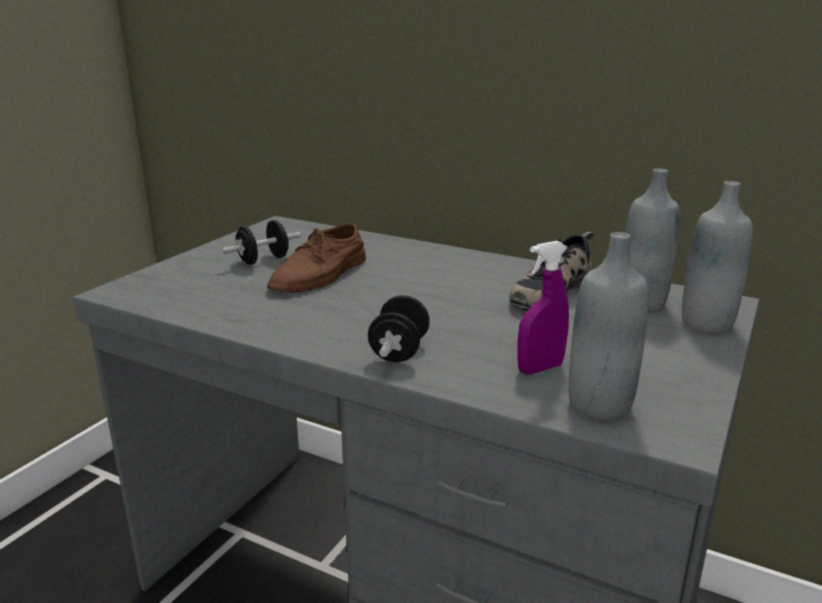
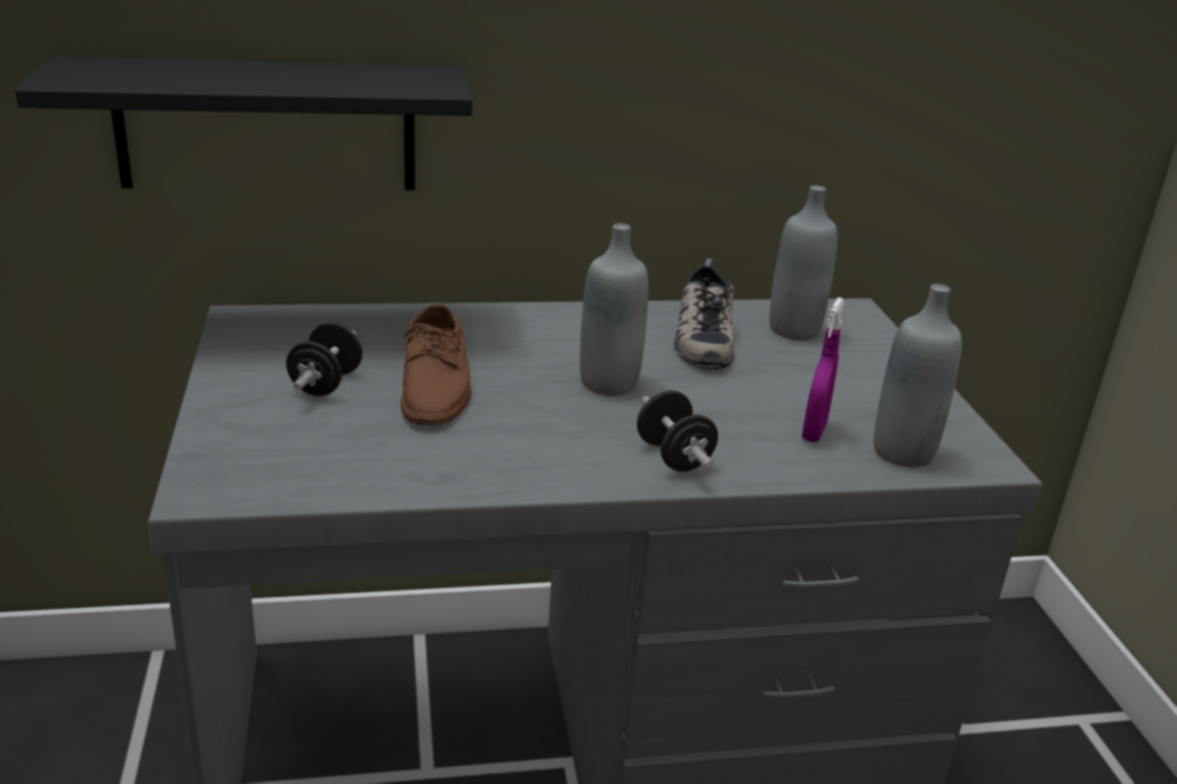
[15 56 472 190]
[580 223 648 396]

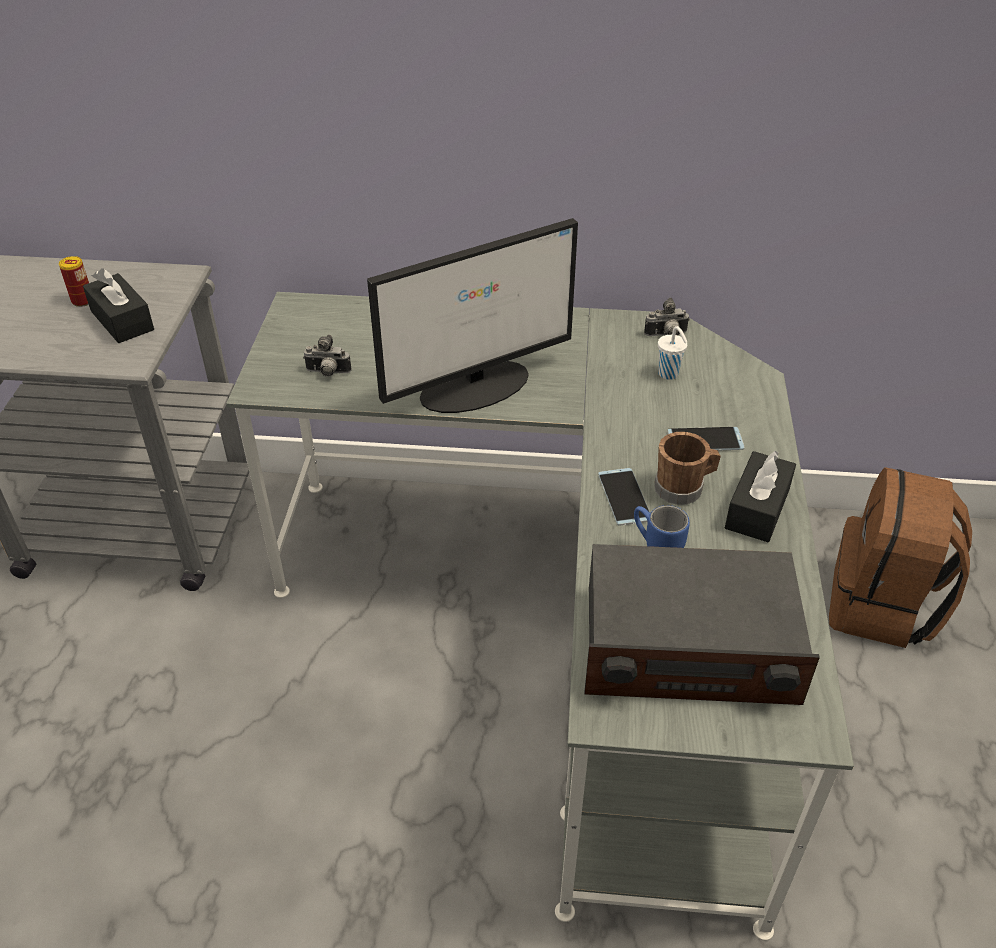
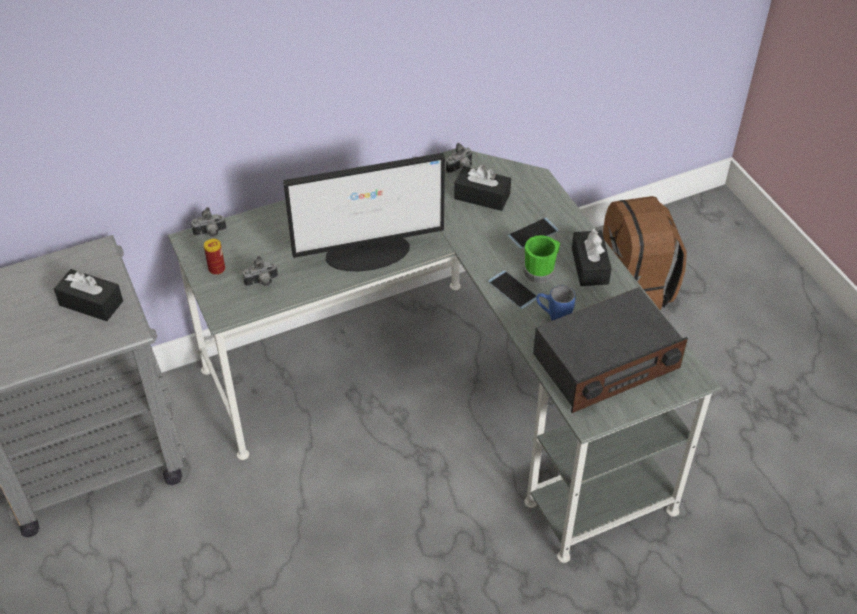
[191 207 226 237]
[204 239 225 275]
[283 153 445 271]
[454 165 511 211]
[524 235 560 283]

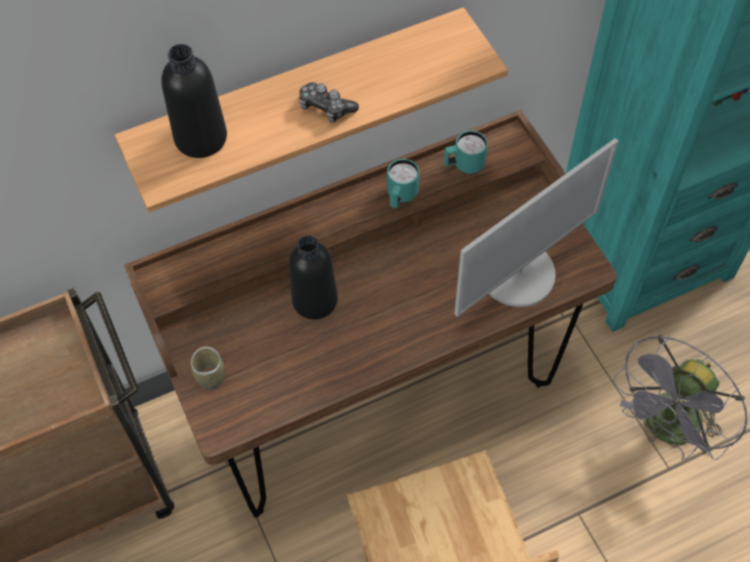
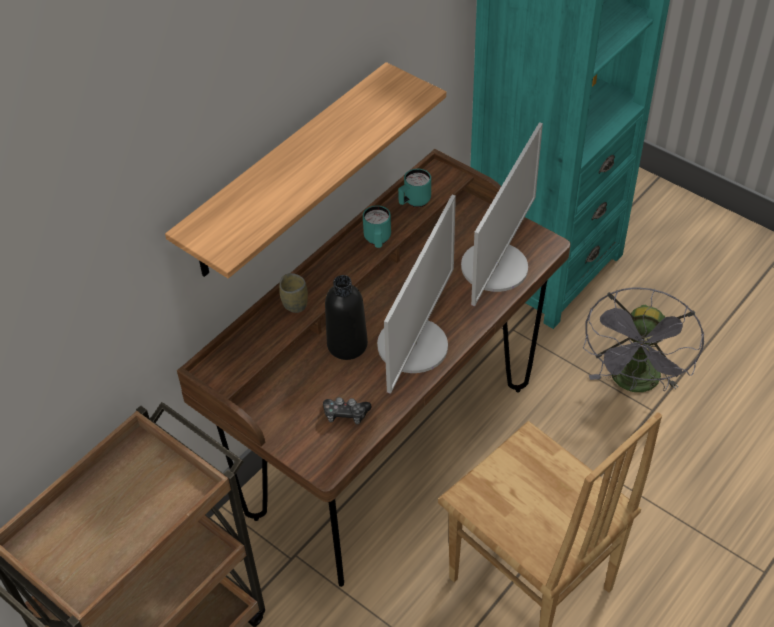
[279 273 308 313]
[323 397 372 425]
[377 195 456 394]
[161 44 227 158] (first image)

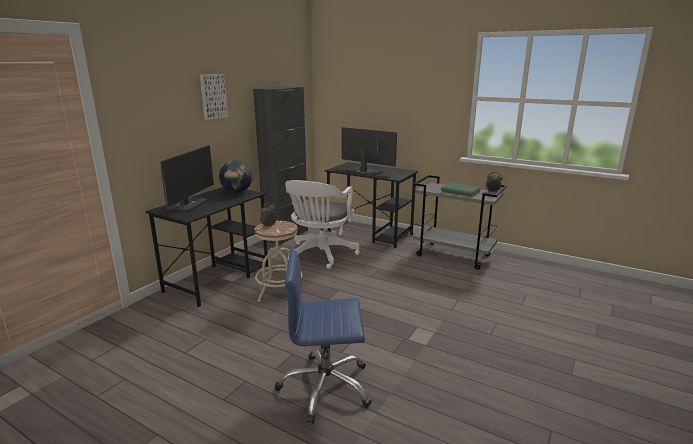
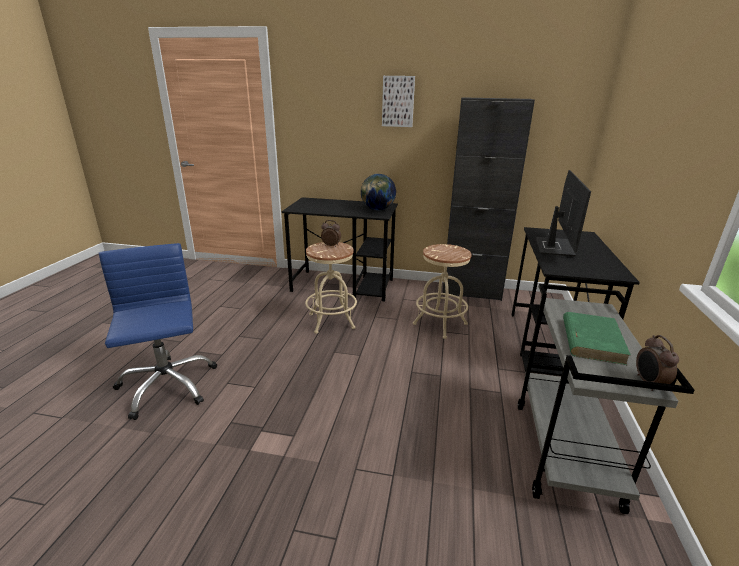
[413 244 472 339]
[160 145 214 212] (first image)

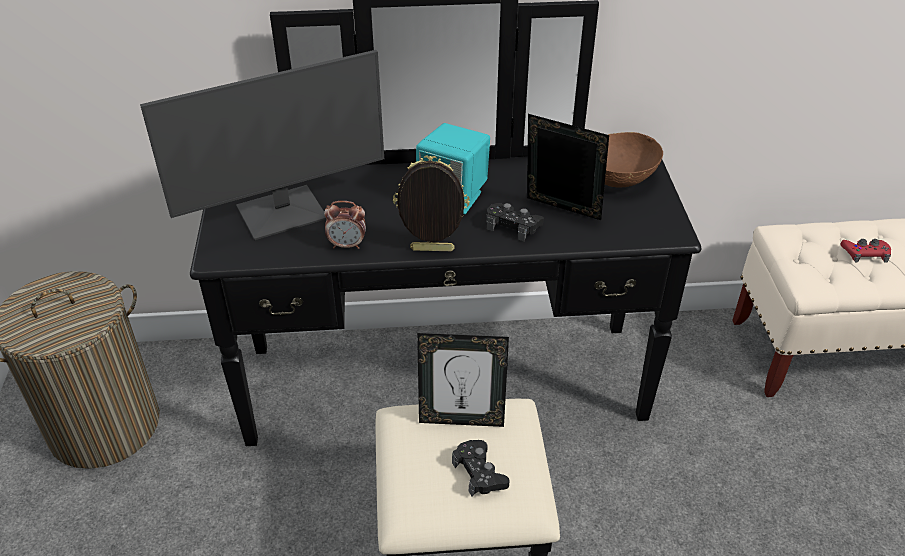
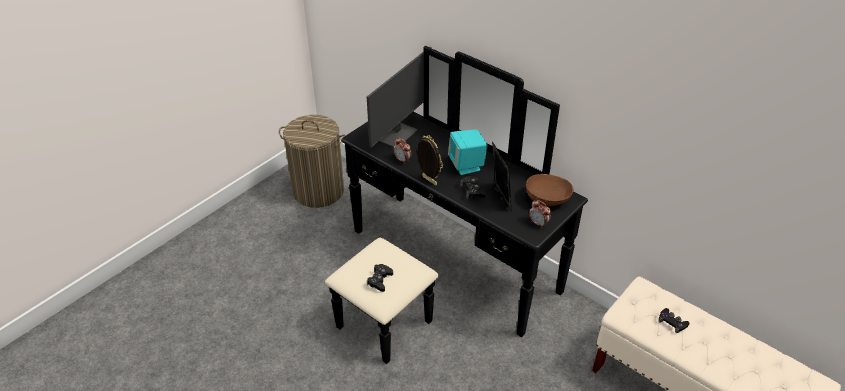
[367 47 432 148]
[529 200 551 228]
[659 308 690 333]
[417 333 509 427] (first image)

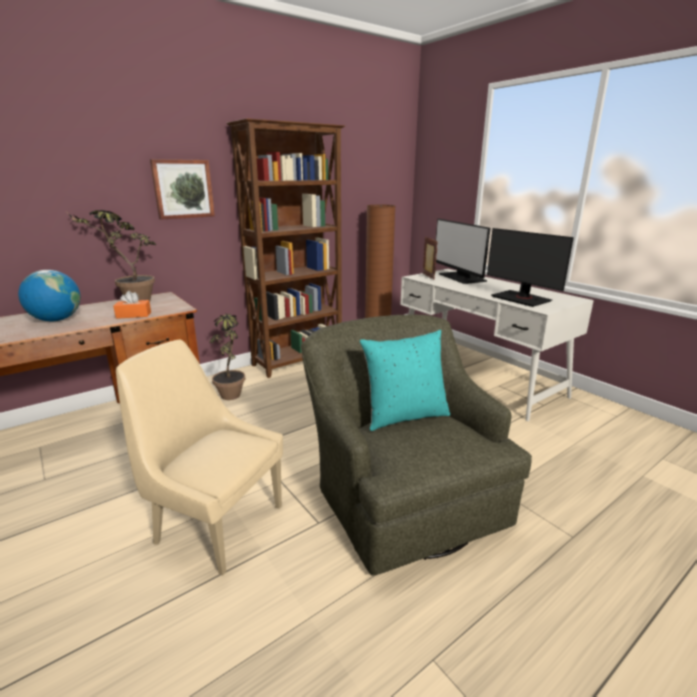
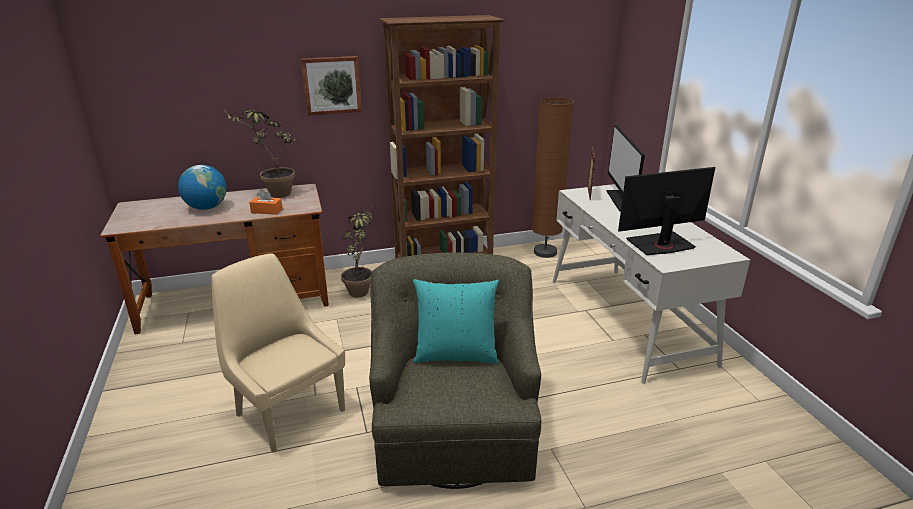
[618 167 716 255]

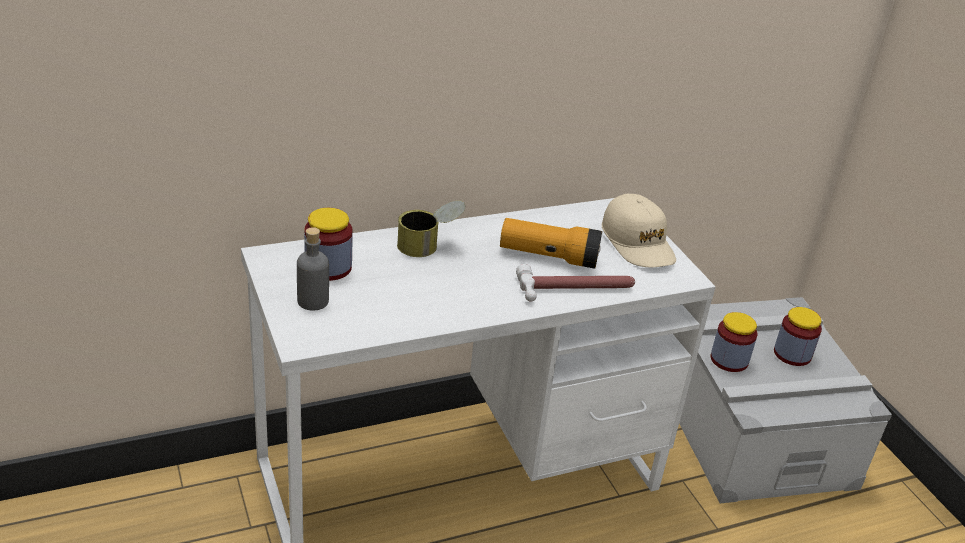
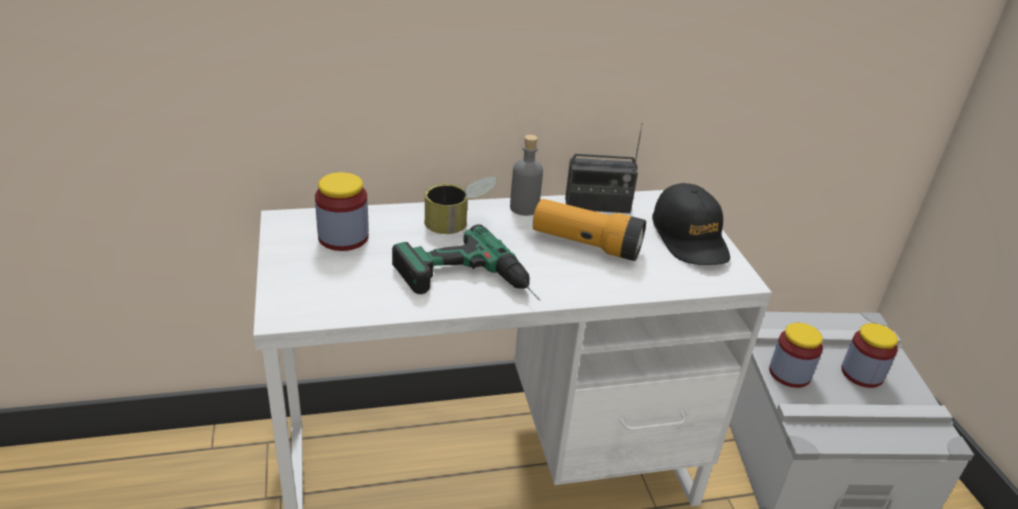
[392 224 540 300]
[510 135 543 216]
[565 123 643 213]
[652 183 730 265]
[516 264 635 301] (first image)

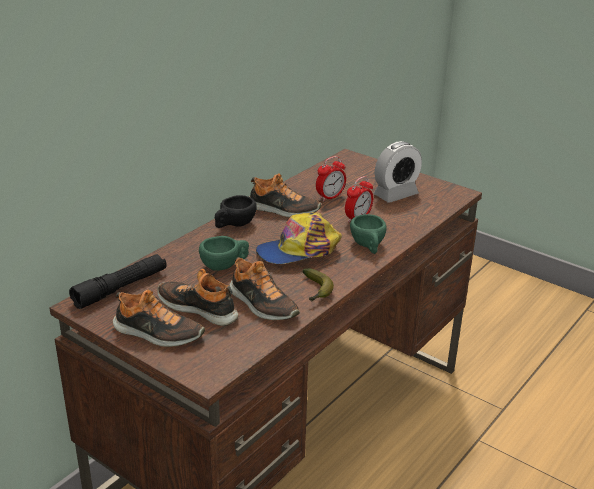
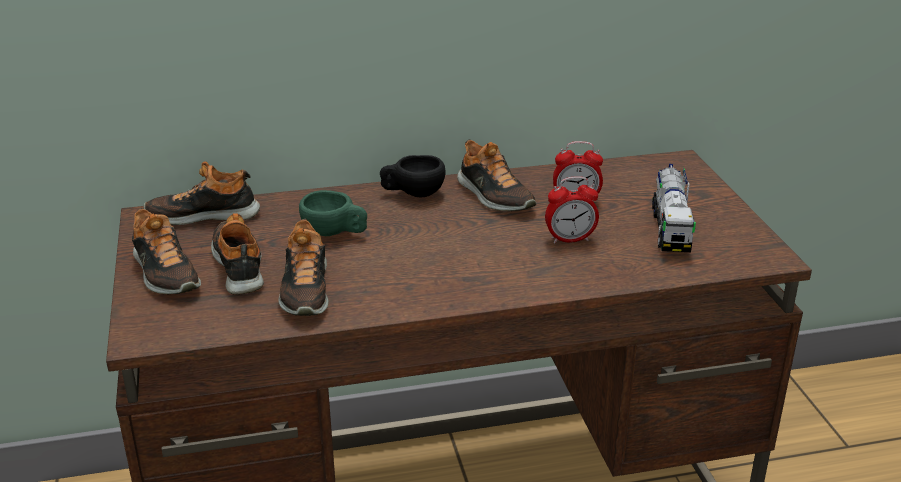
[143 161 260 225]
[652 164 696 252]
[256 212 342 264] (first image)
[303 268 334 302] (first image)
[350 214 387 254] (first image)

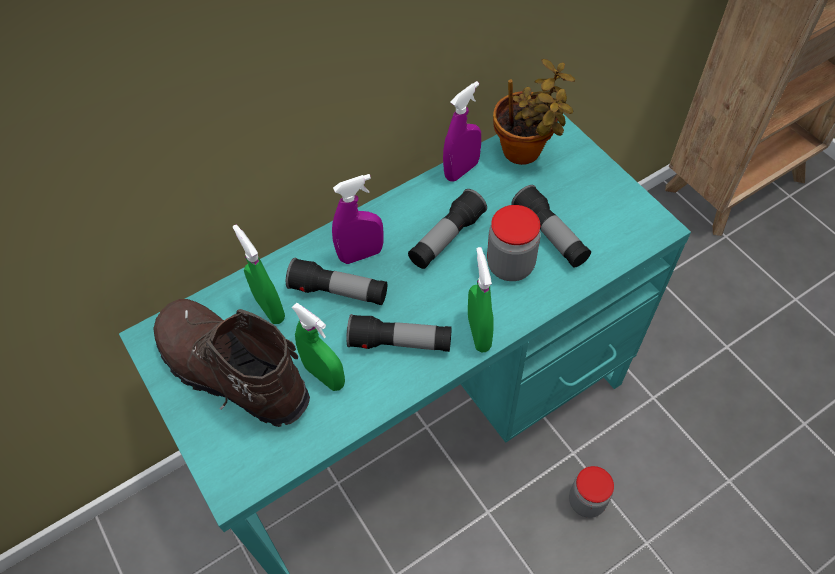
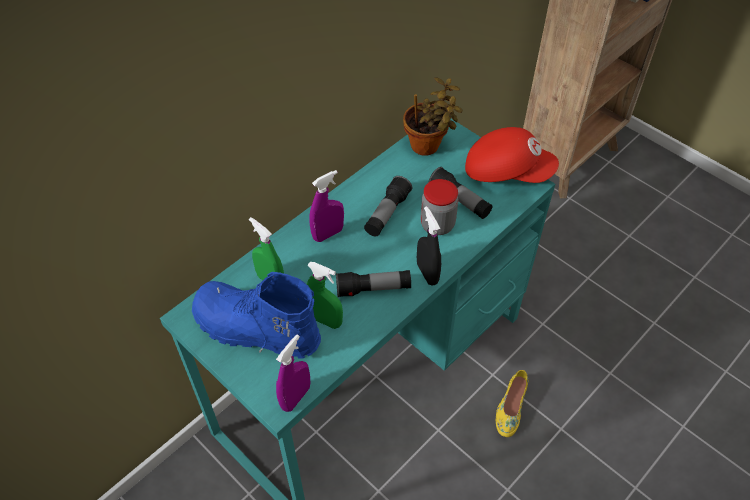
[192 272 321 359]
[276 334 310 412]
[417 206 441 285]
[465 127 559 183]
[496 370 528 437]
[286 258 387 305] (first image)

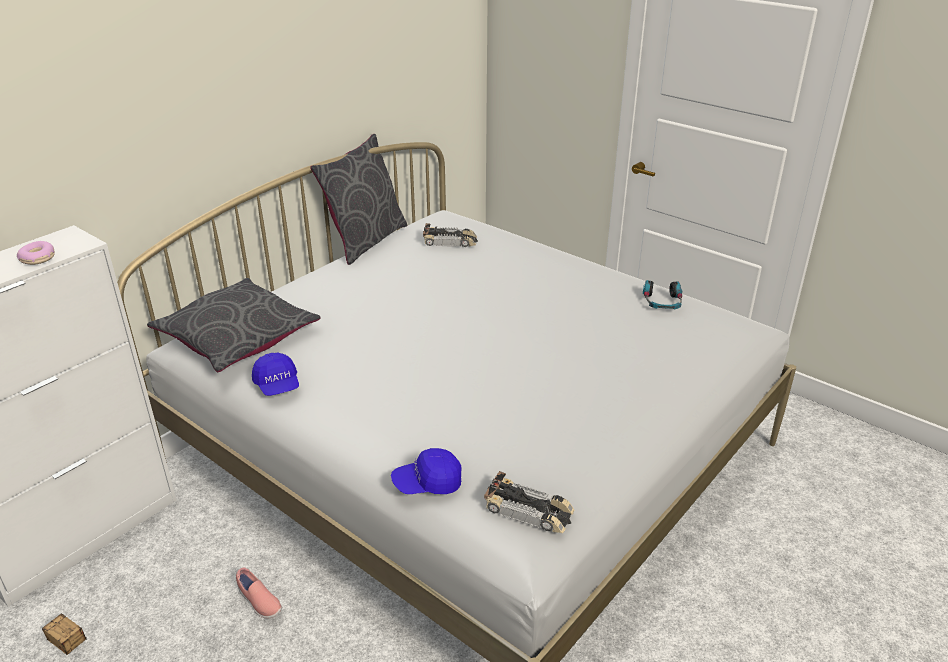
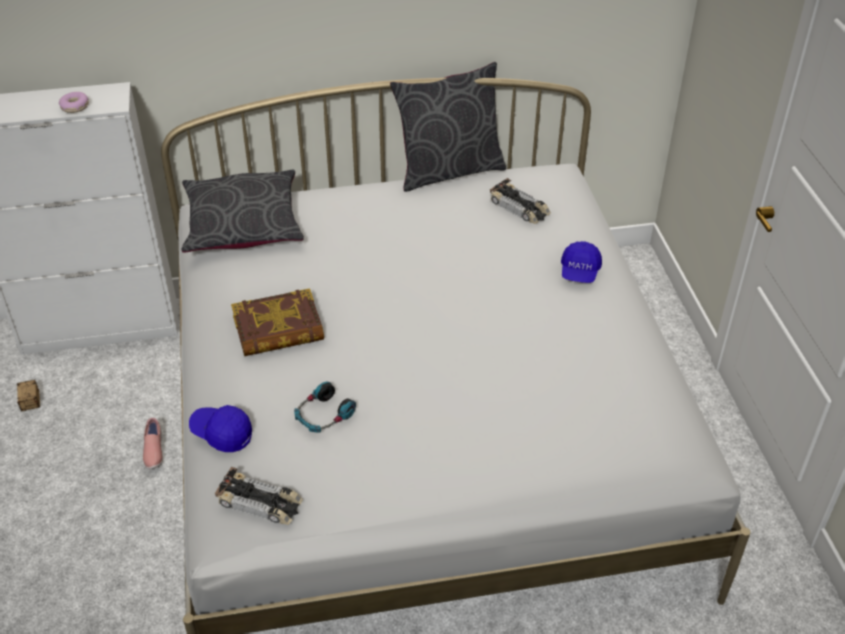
[215 467 303 525]
[231 288 324 356]
[294 382 356 432]
[561 241 602 283]

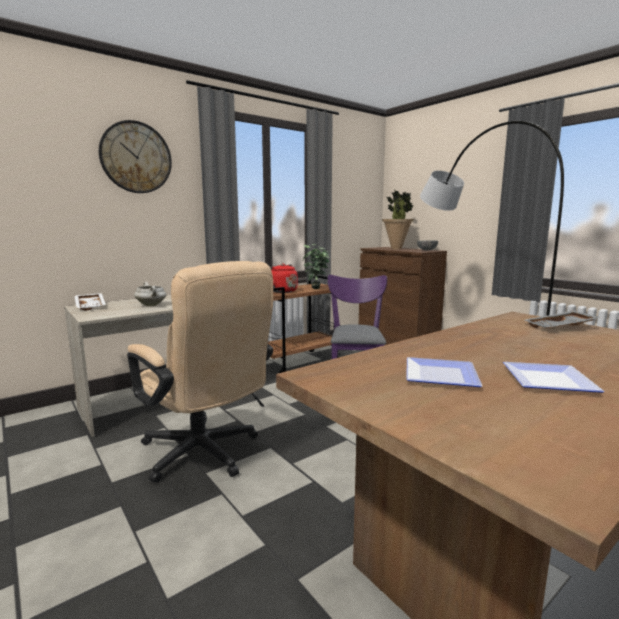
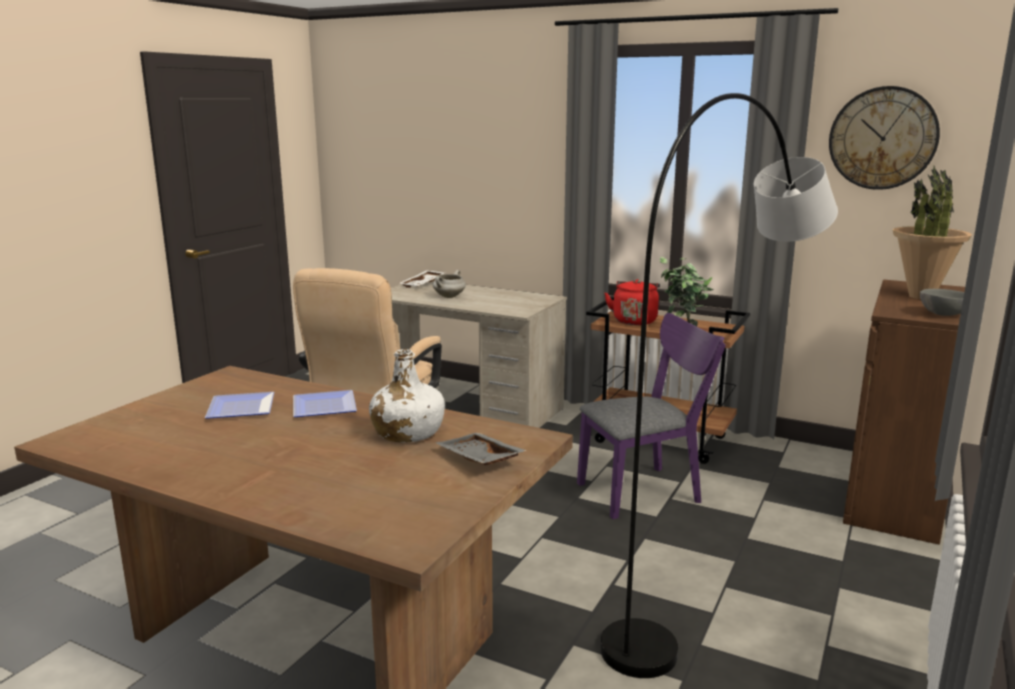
[293 390 357 417]
[369 349 445 443]
[829 86 940 190]

